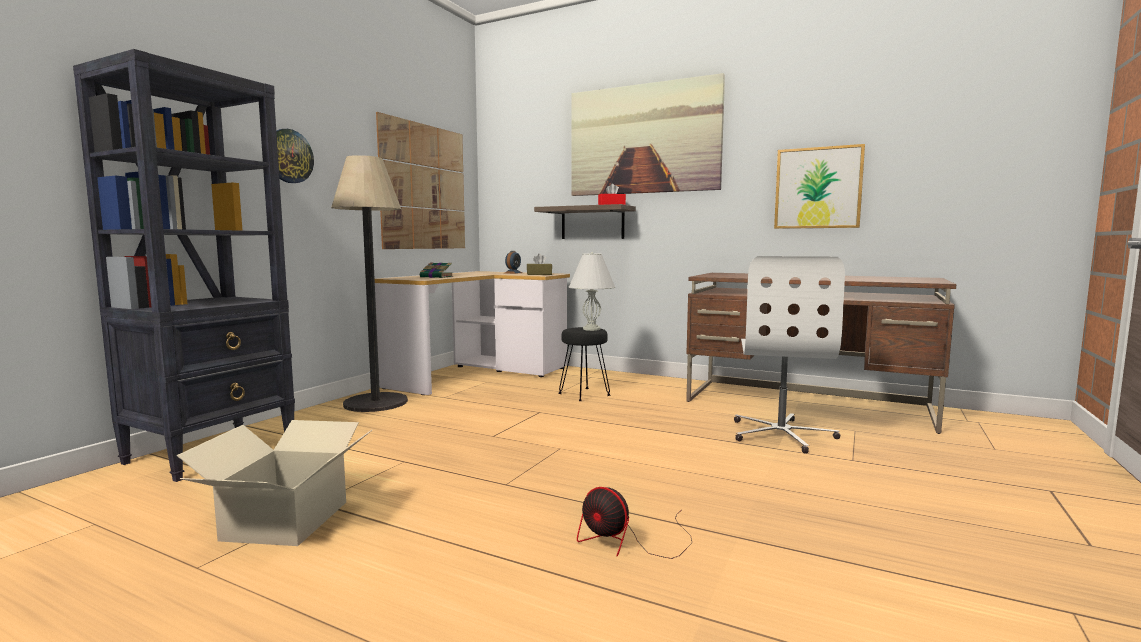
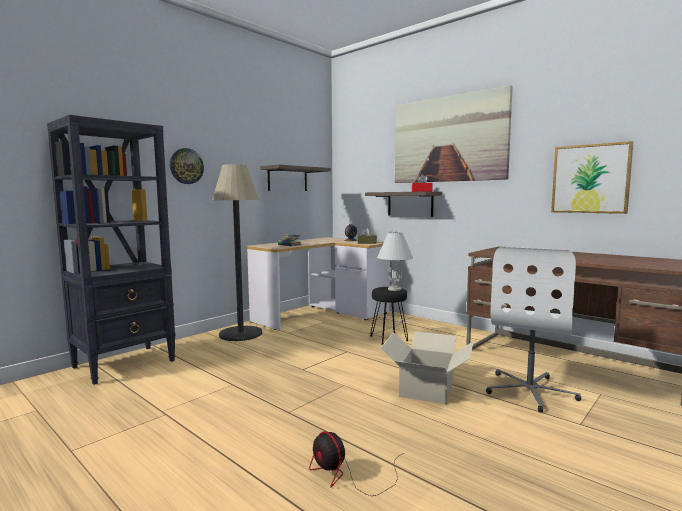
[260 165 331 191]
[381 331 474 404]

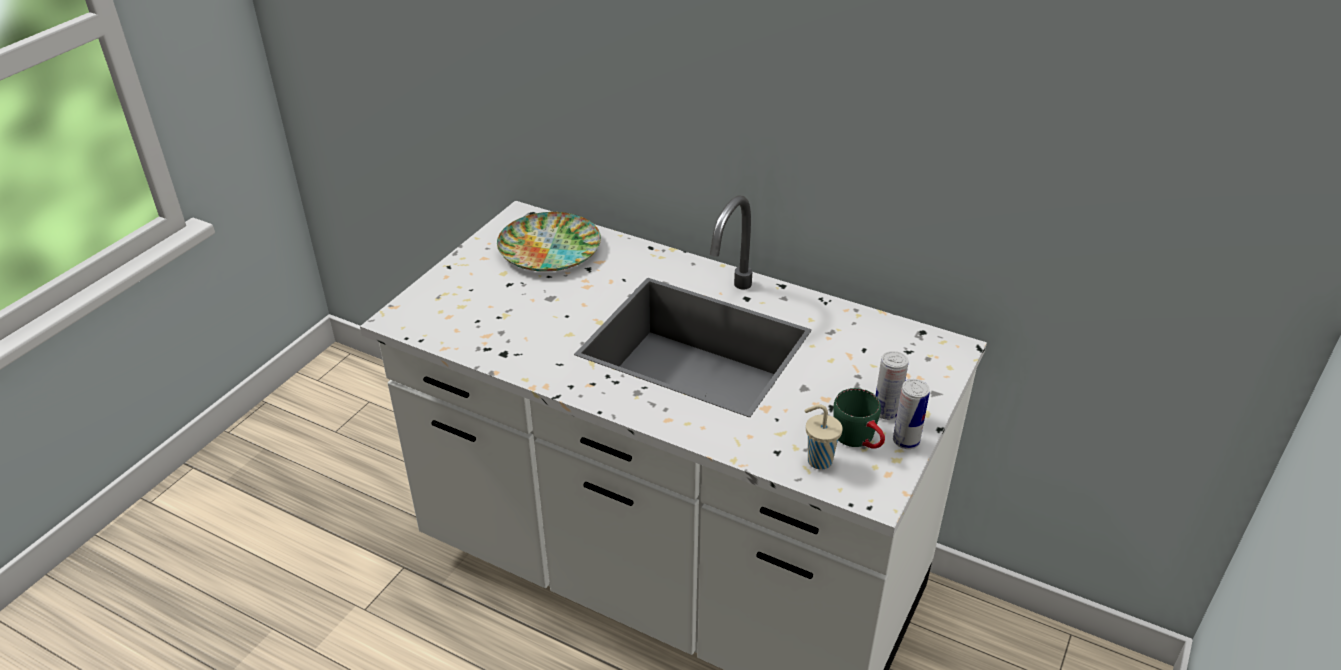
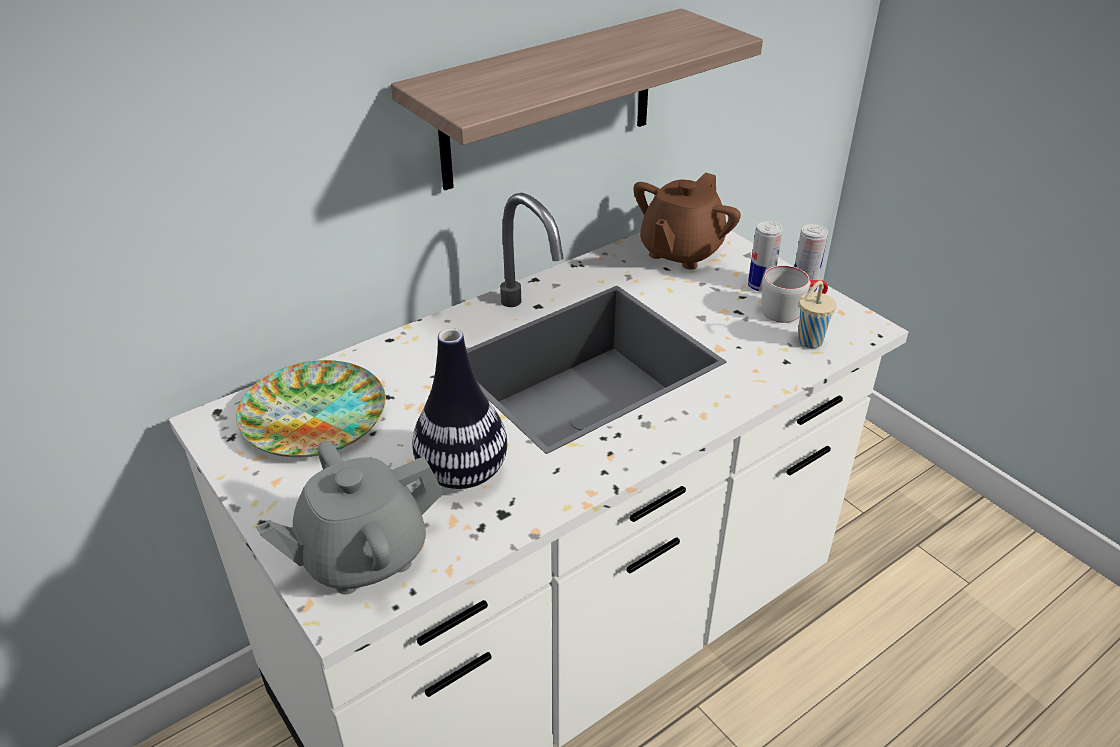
[256 441 444 595]
[391 8 763 190]
[412 328 507 489]
[633 172 741 269]
[761 265 828 323]

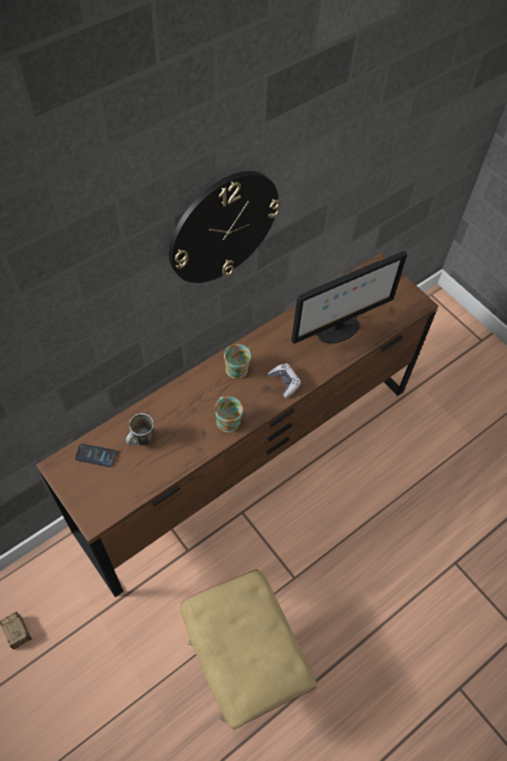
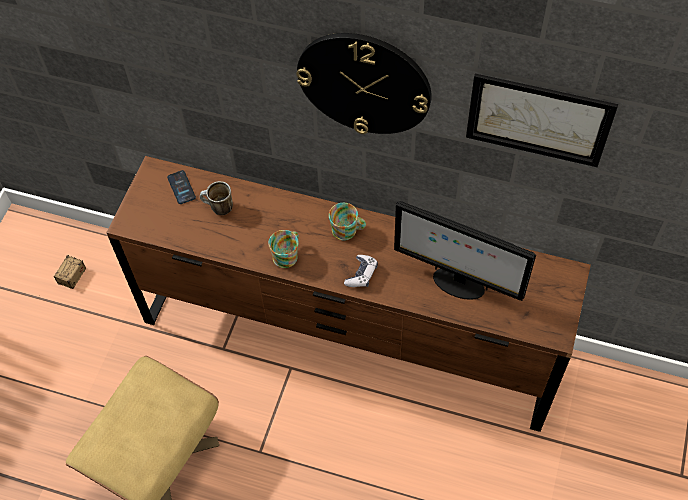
[466 74 618 167]

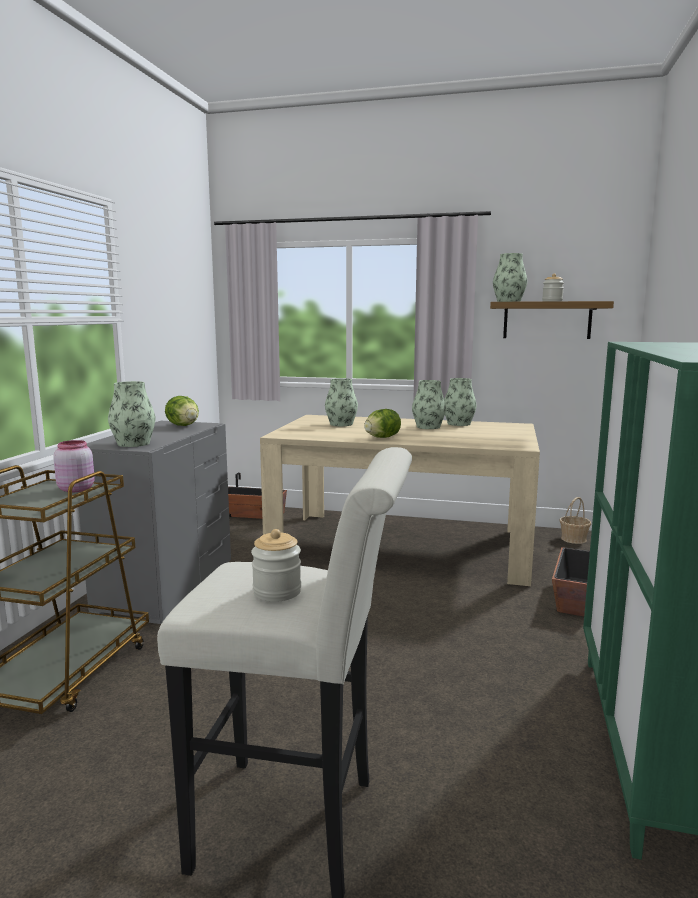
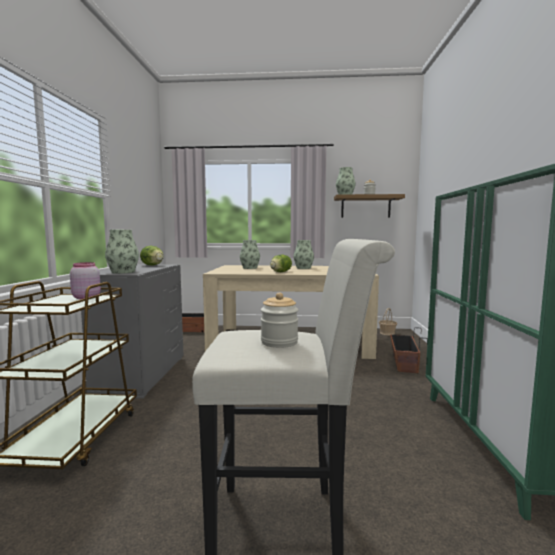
[444 378 477 426] (first image)

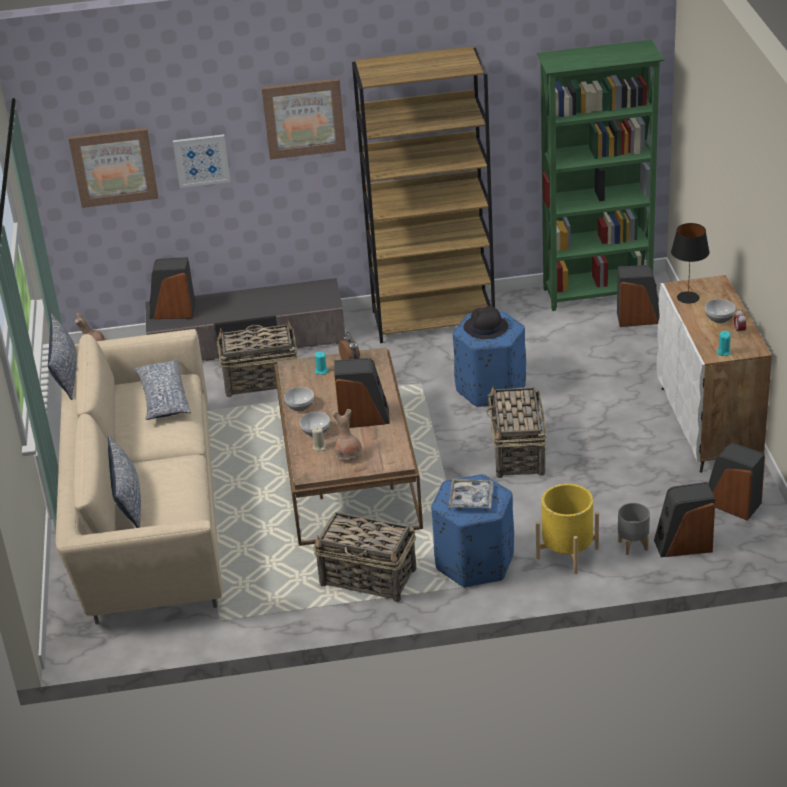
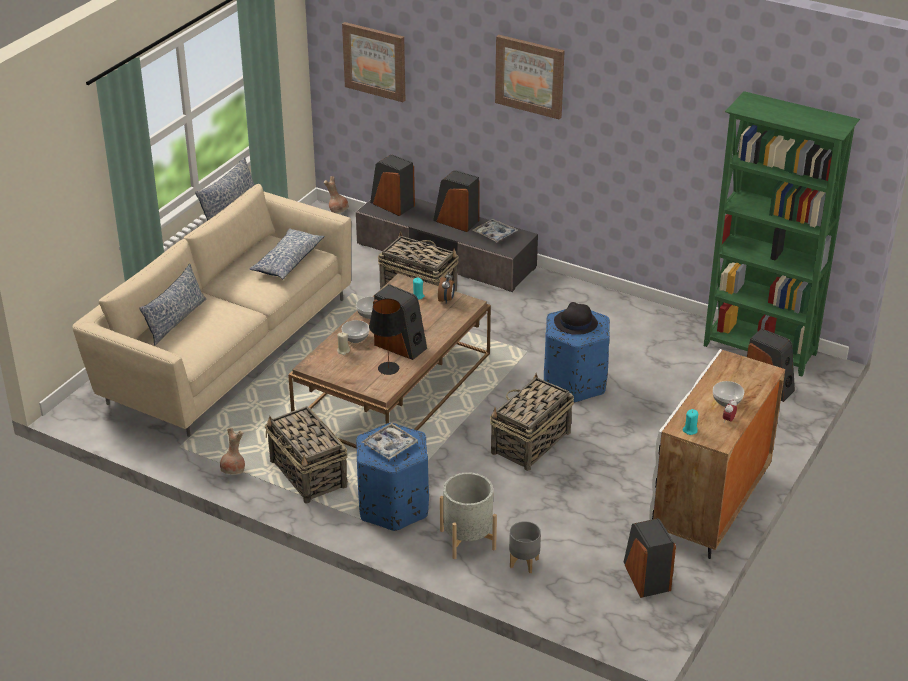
[220 428 245 475]
[369 298 406 375]
[433 170 480 232]
[440 472 497 559]
[472 219 518 242]
[173 134 231 188] (first image)
[352 46 495 343] (first image)

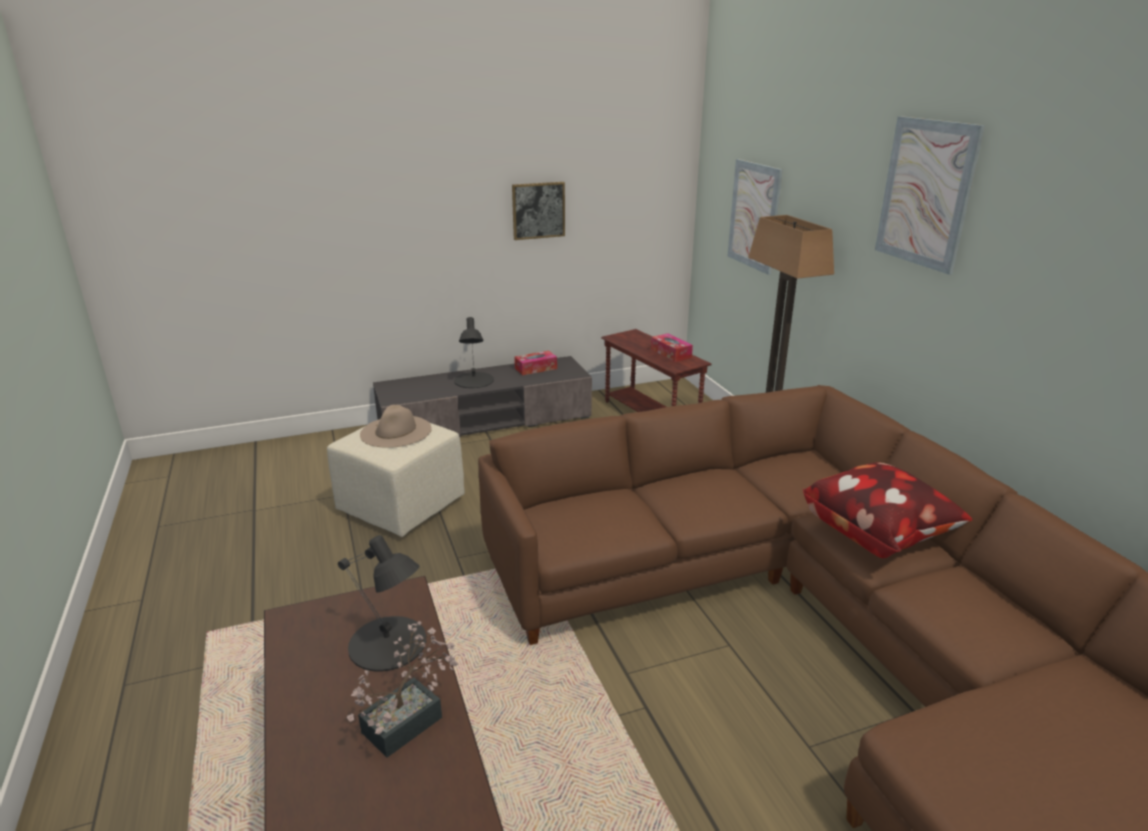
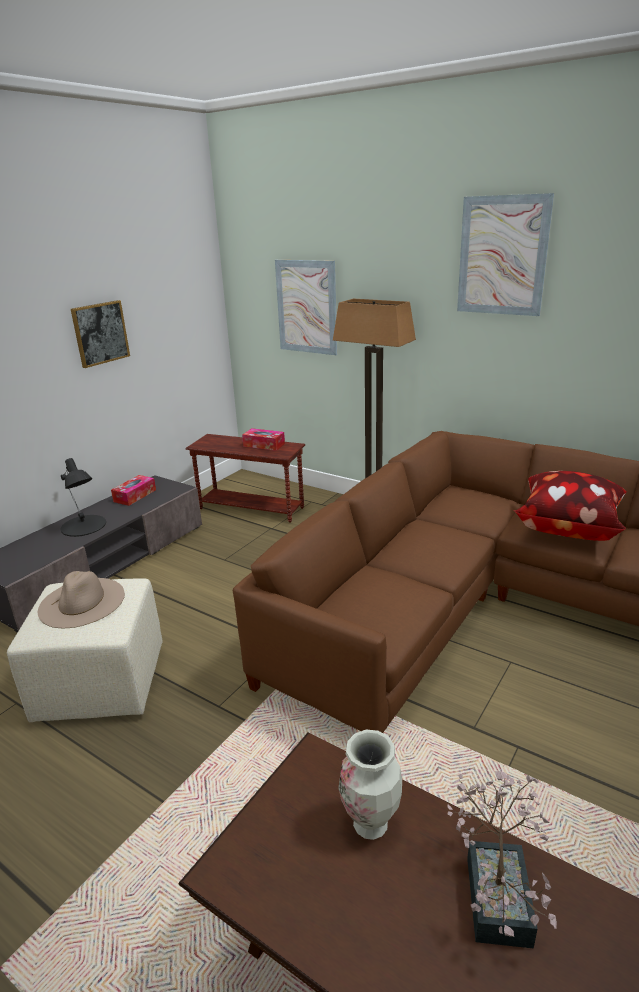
[338 730 402 840]

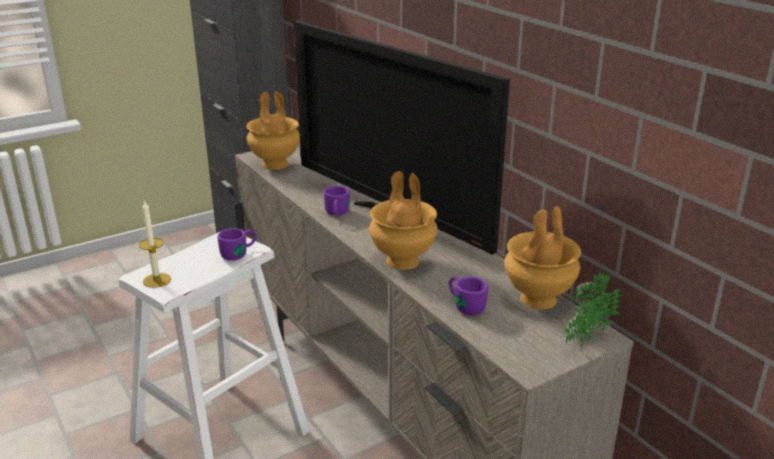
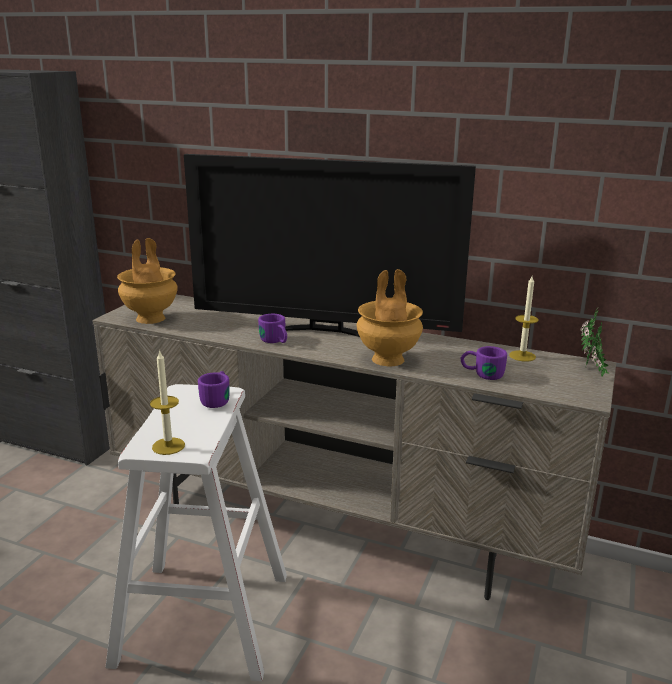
[509 276 539 362]

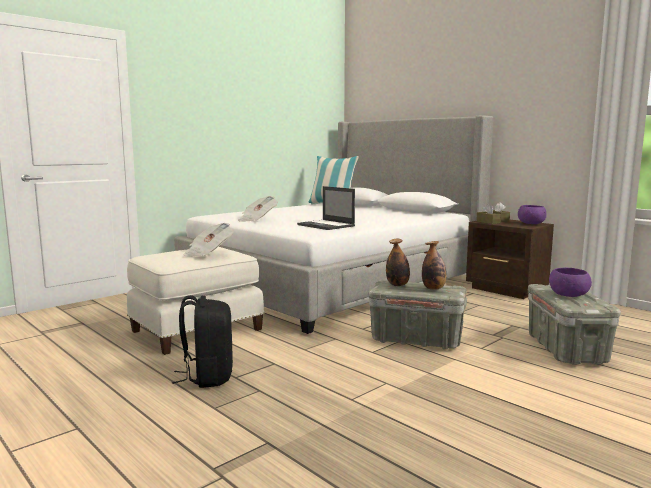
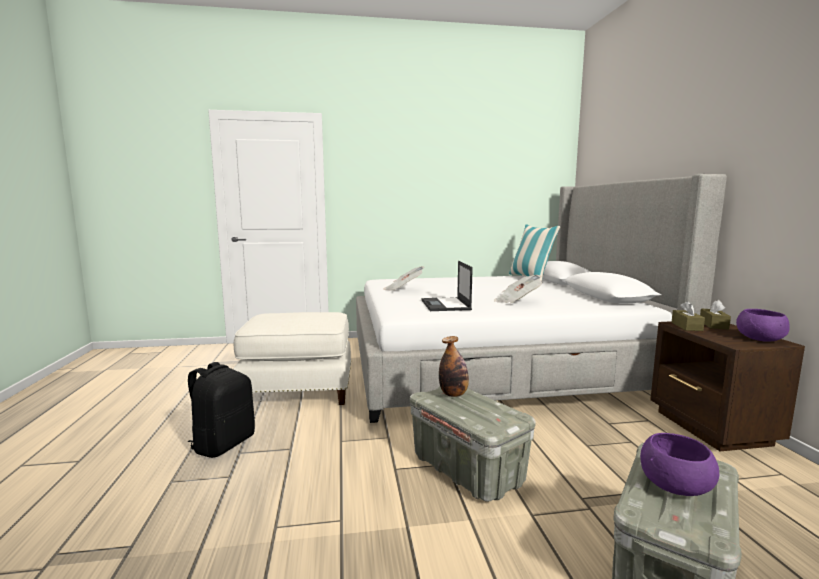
[494 275 542 303]
[422 241 446 290] (first image)

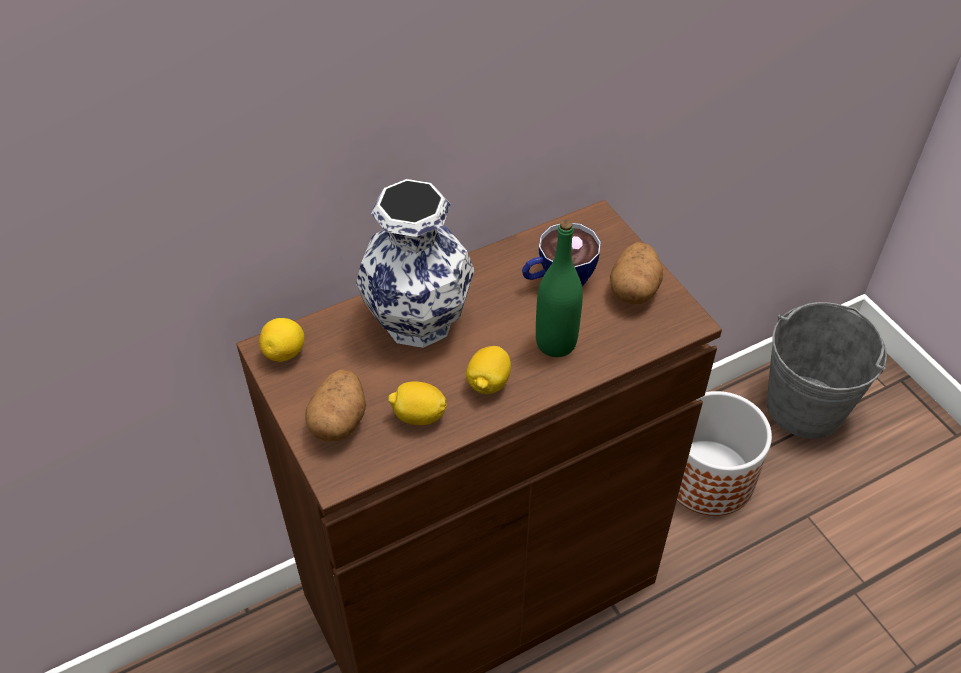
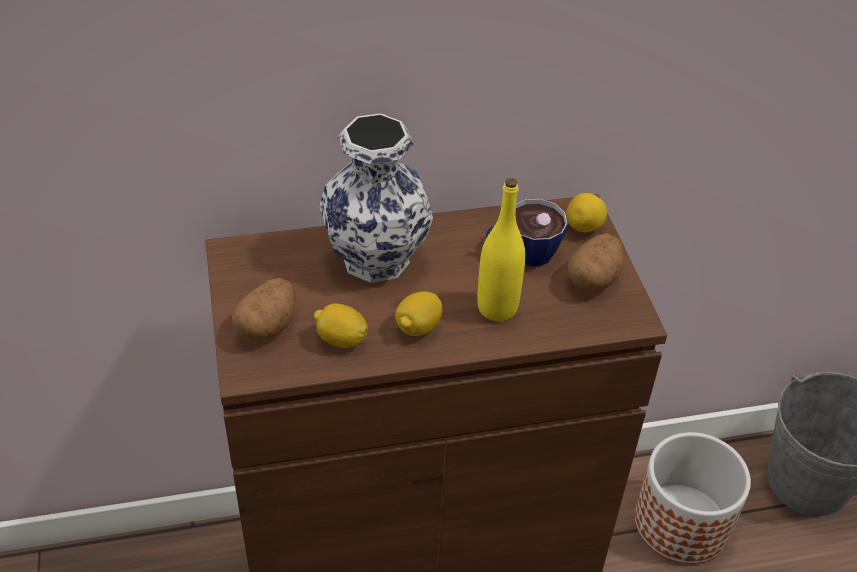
[477 178 525 321]
[566 193 607 232]

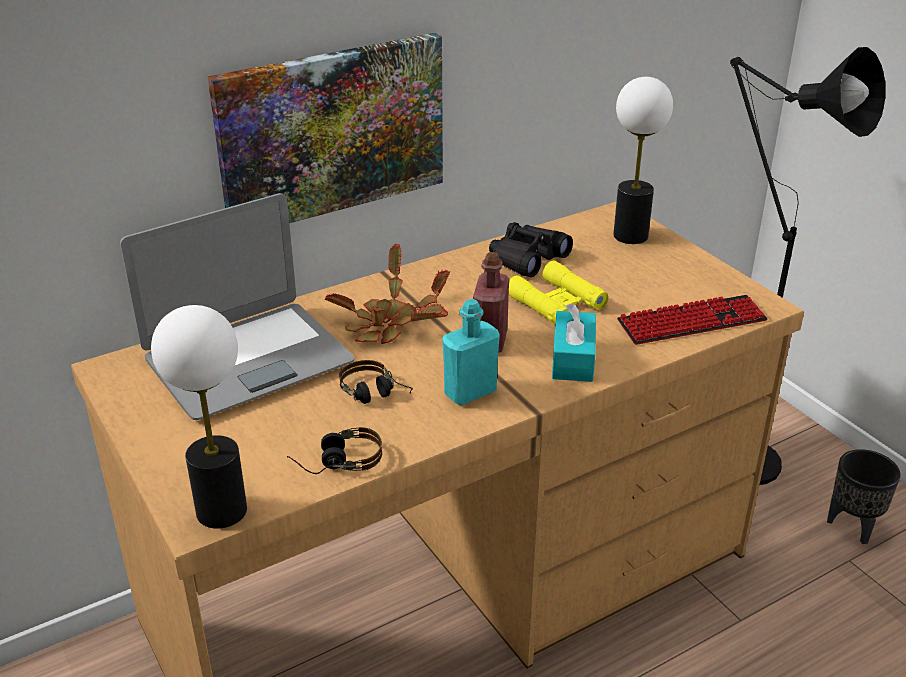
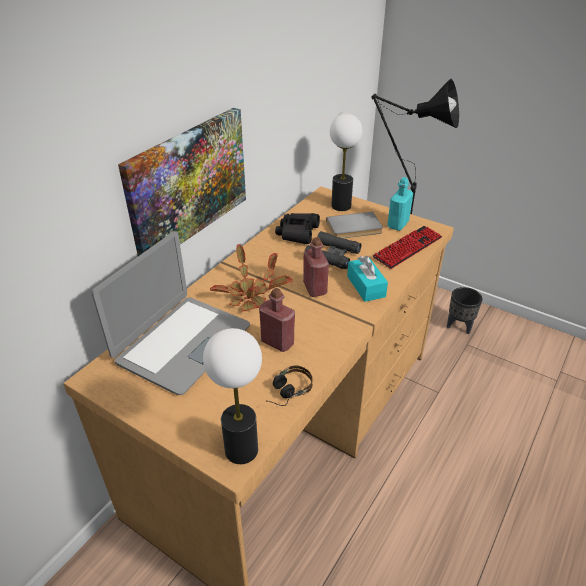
[259 288 295 352]
[304 231 361 269]
[326 212 383 238]
[387 177 413 231]

